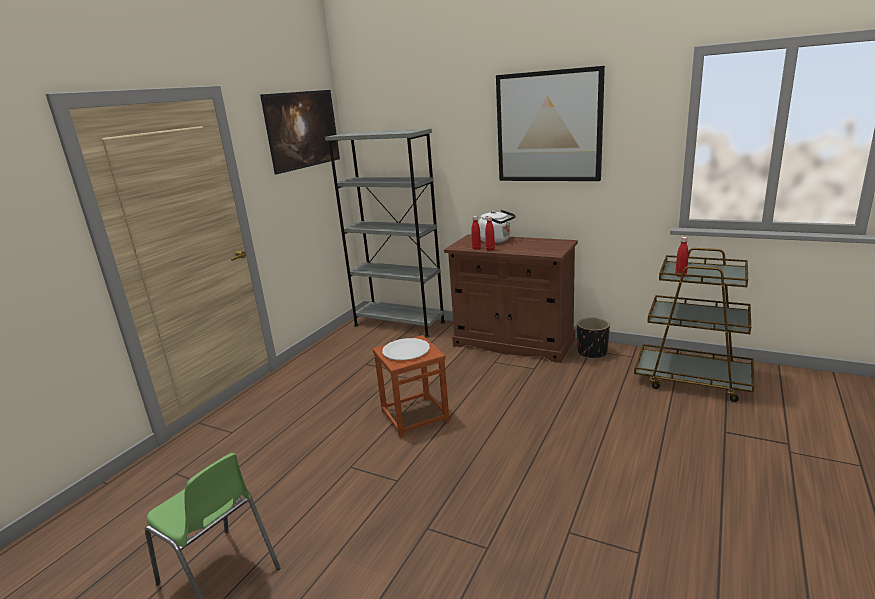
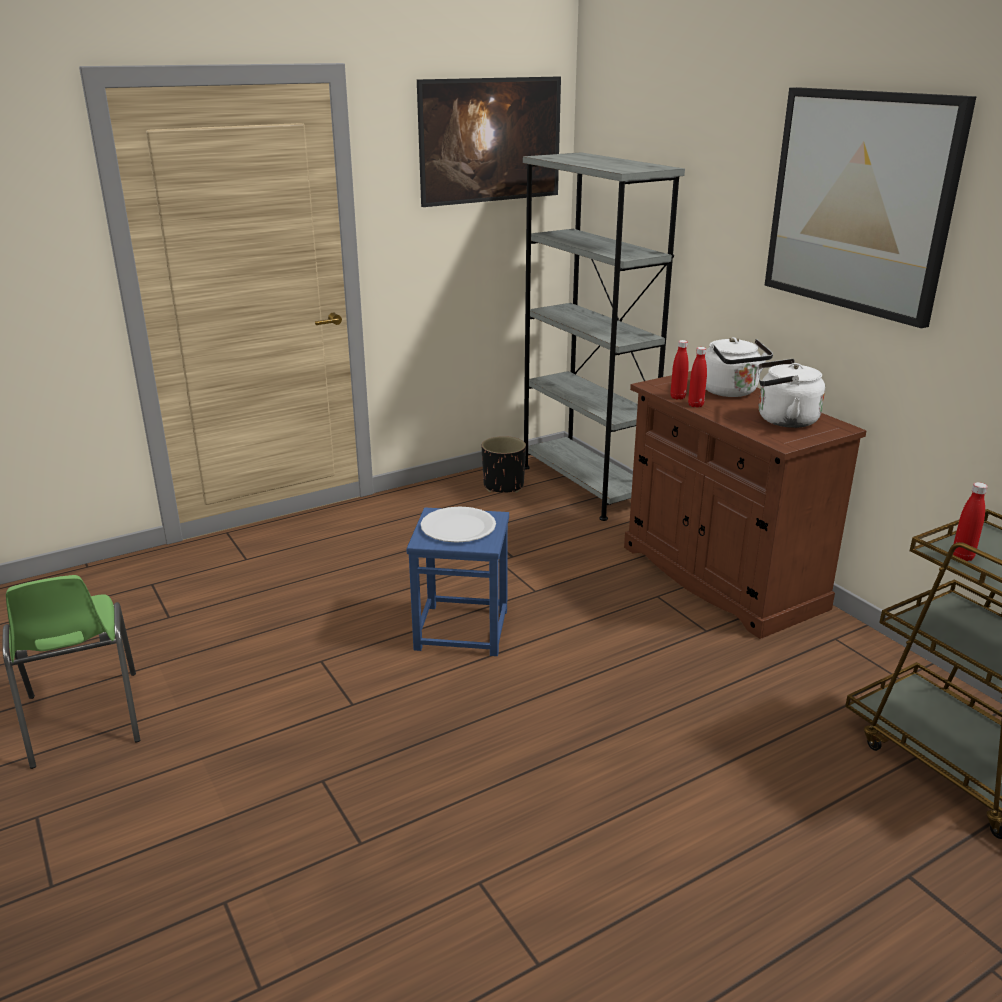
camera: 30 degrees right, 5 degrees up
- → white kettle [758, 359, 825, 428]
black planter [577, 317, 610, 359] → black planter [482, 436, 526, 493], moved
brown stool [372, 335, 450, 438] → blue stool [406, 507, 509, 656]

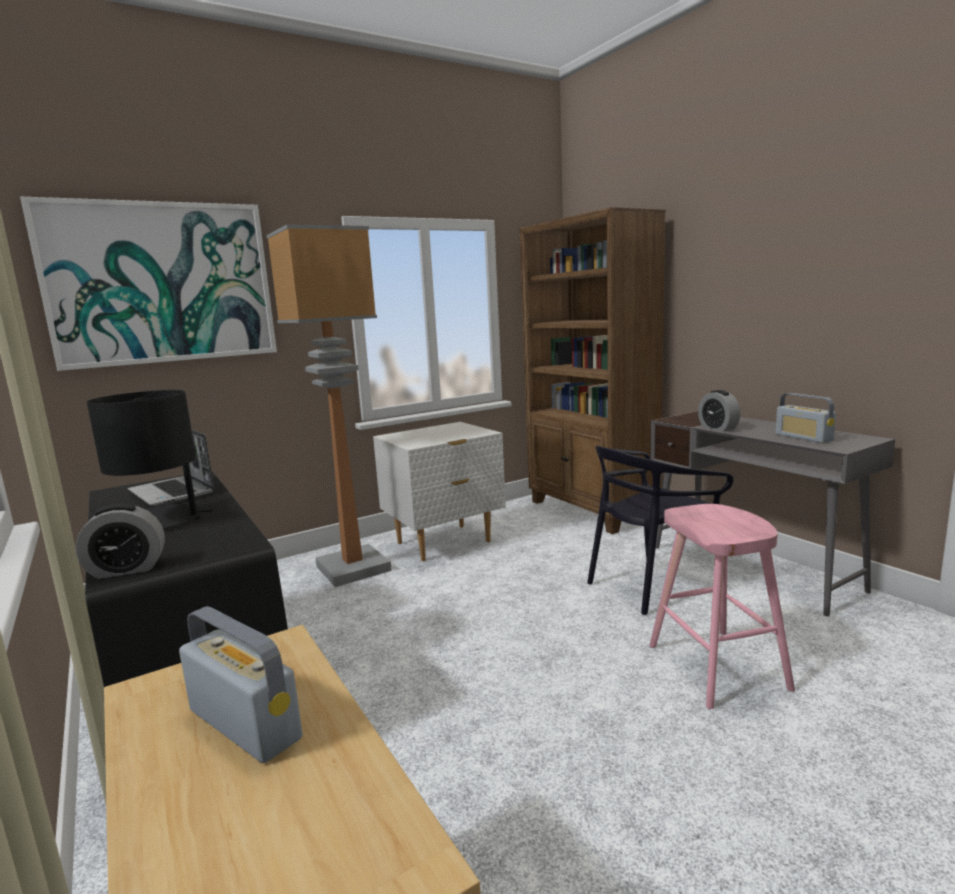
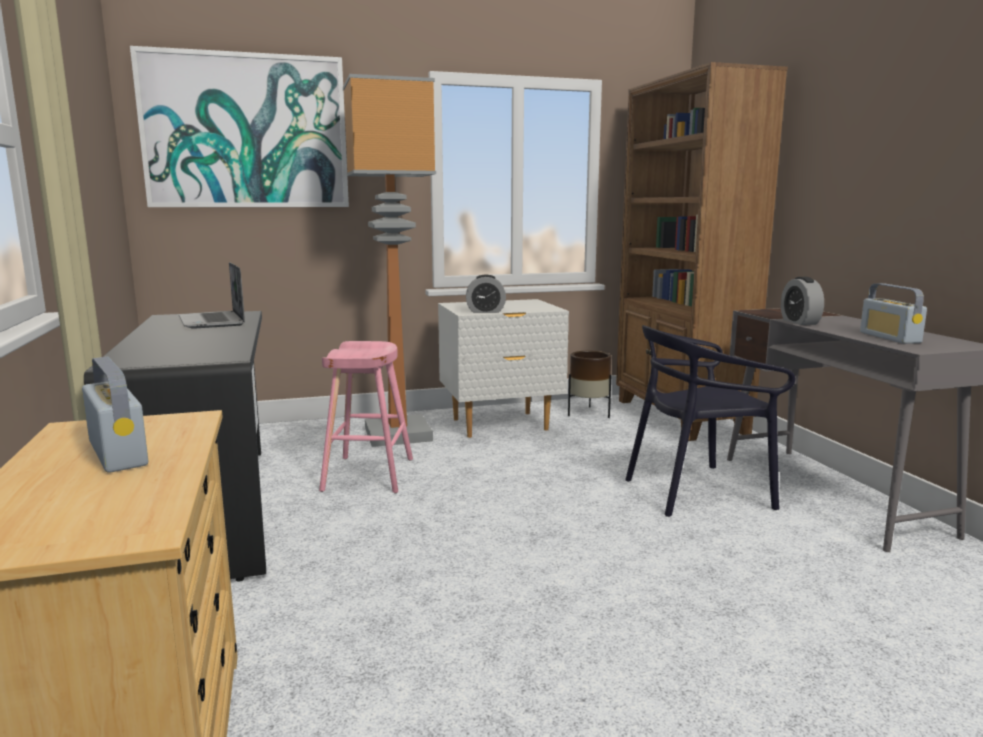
camera: 15 degrees right, 0 degrees up
black table lamp [87, 390, 213, 529] → -
- → brown planter [568, 351, 612, 418]
alarm clock [75, 504, 165, 579] → alarm clock [466, 274, 506, 313], moved
pink stool [649, 504, 795, 709] → pink stool [319, 341, 413, 493], moved

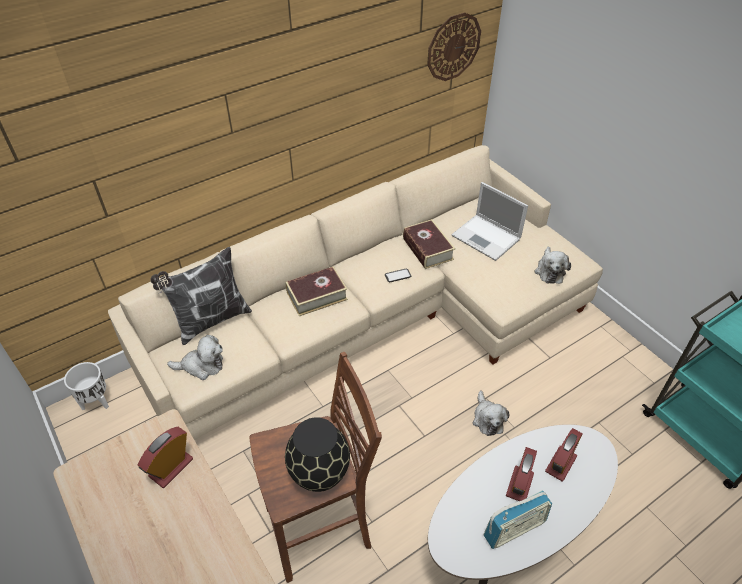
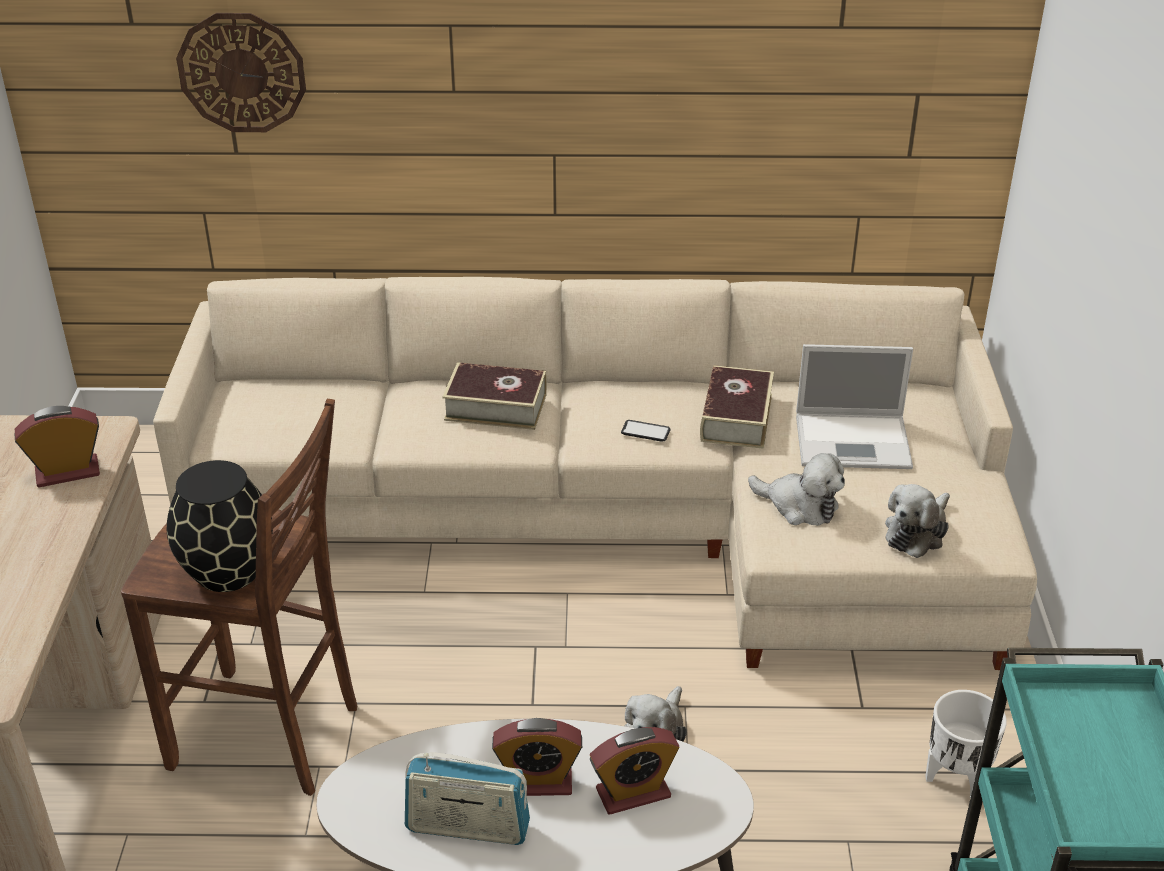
camera: 35 degrees right, 10 degrees down
pillow [150, 247, 252, 345] → -
white planter [64, 362, 109, 410] → white planter [925, 690, 1007, 798], moved
plush toy [167, 335, 223, 380] → plush toy [748, 453, 845, 526], moved
wall clock [427, 12, 481, 81] → wall clock [176, 13, 306, 132], moved
laptop [451, 182, 528, 261] → laptop [796, 344, 913, 469], 75 degrees counterclockwise
alarm clock [506, 447, 537, 501] → alarm clock [492, 718, 582, 796], 150 degrees counterclockwise

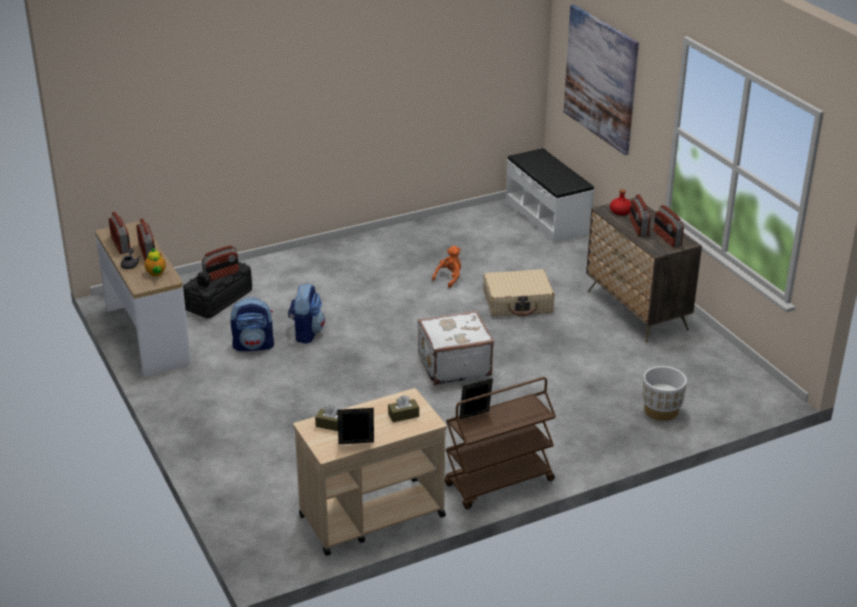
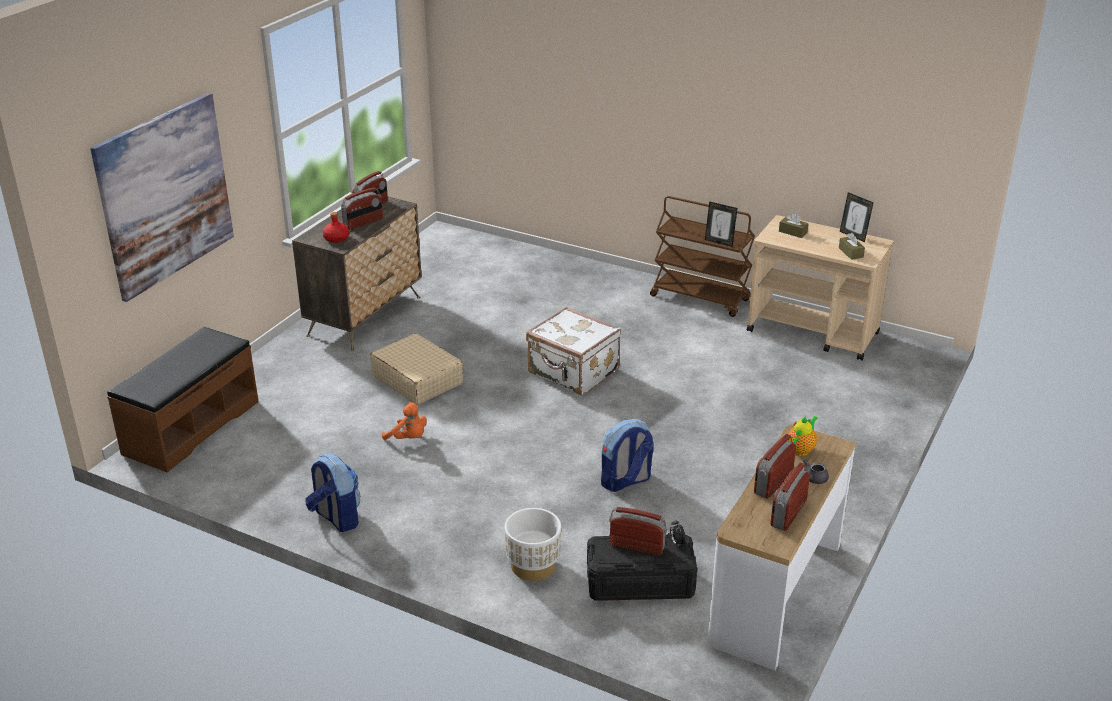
camera: 125 degrees left, 0 degrees up
backpack [231, 297, 274, 351] → backpack [305, 453, 360, 532], moved
white planter [642, 366, 687, 421] → white planter [505, 508, 561, 581], moved
white bench [506, 148, 594, 243] → brown bench [107, 327, 259, 472]
orange plush toy [432, 246, 461, 288] → orange plush toy [382, 402, 427, 440], 150 degrees counterclockwise

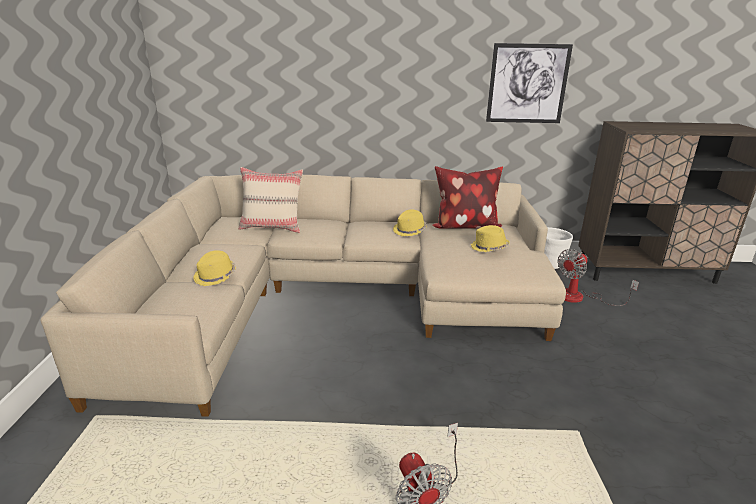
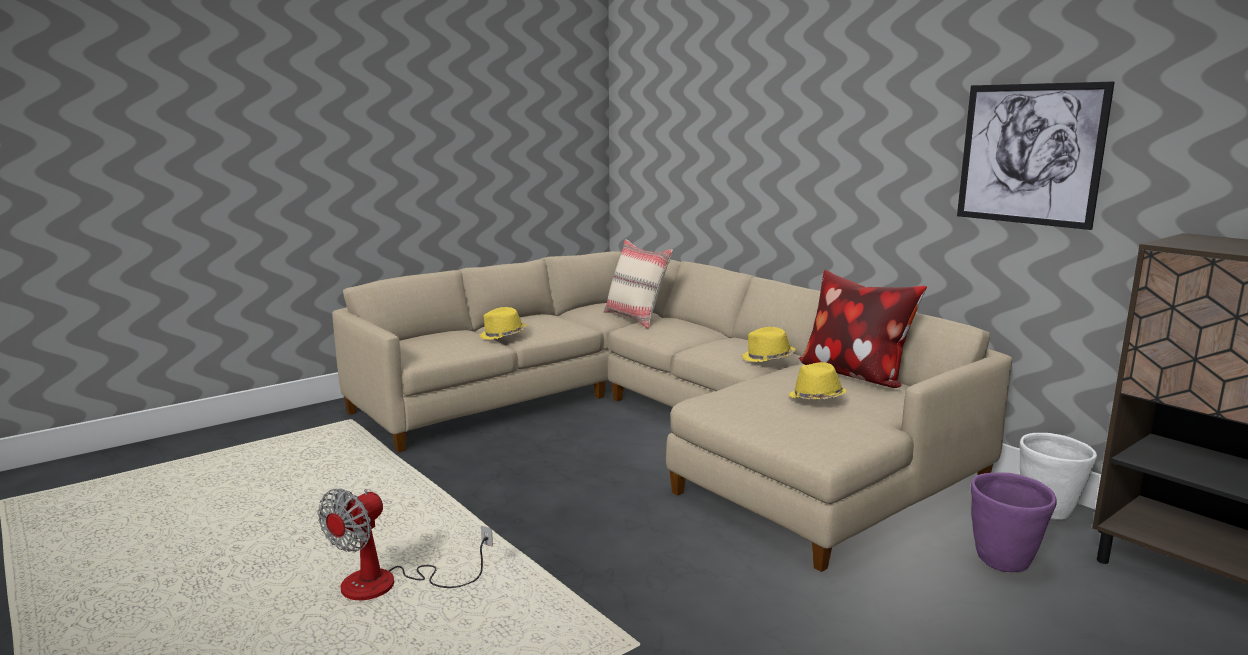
camera: 50 degrees right, 10 degrees down
fan [557, 249, 639, 306] → purple planter [971, 472, 1057, 572]

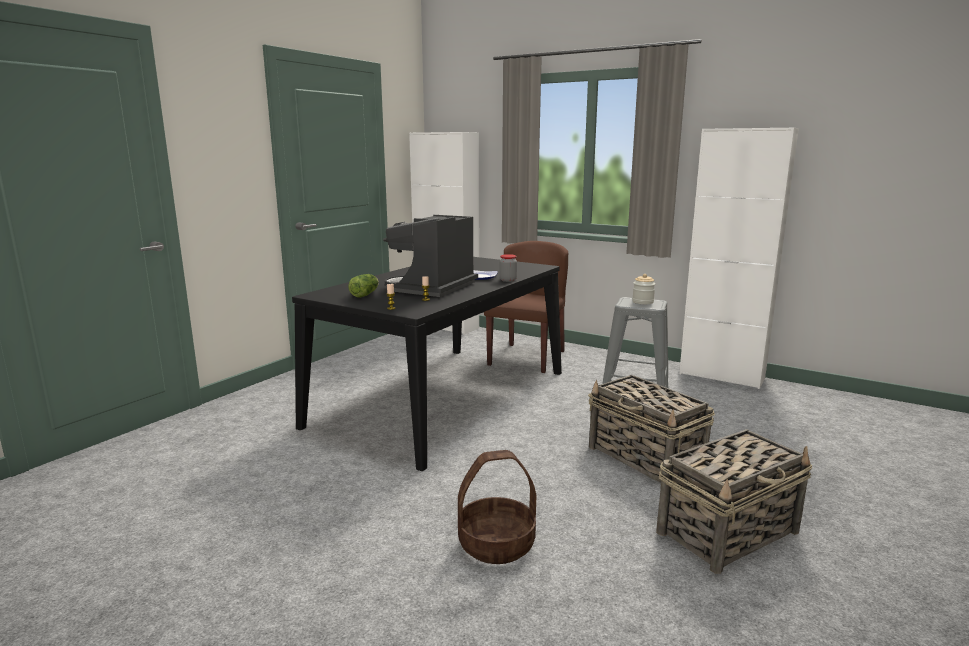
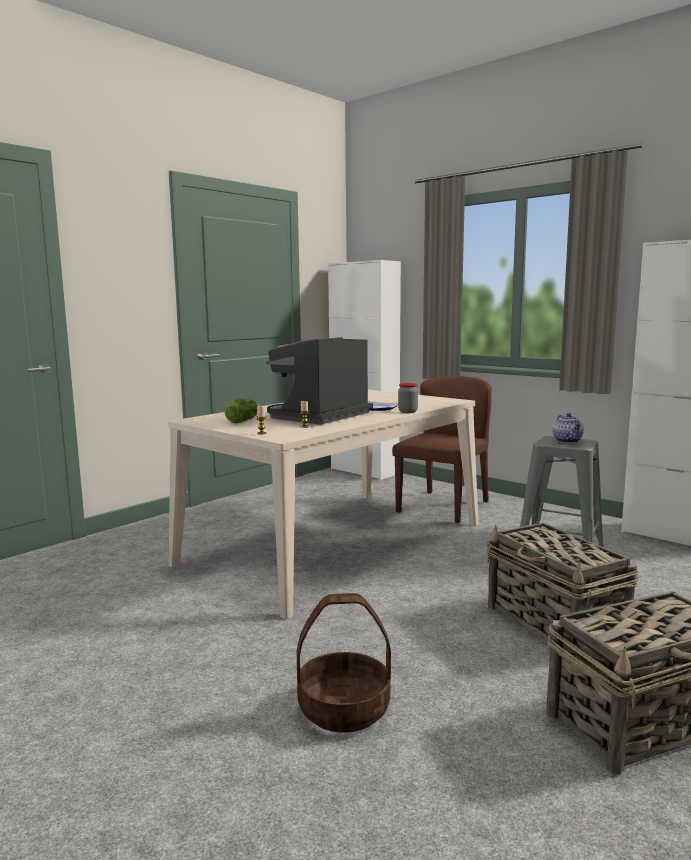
camera: 10 degrees right, 5 degrees down
jar [632, 274, 655, 304] → teapot [553, 413, 584, 443]
black dining table [292, 257, 562, 471] → beige dining table [168, 390, 478, 619]

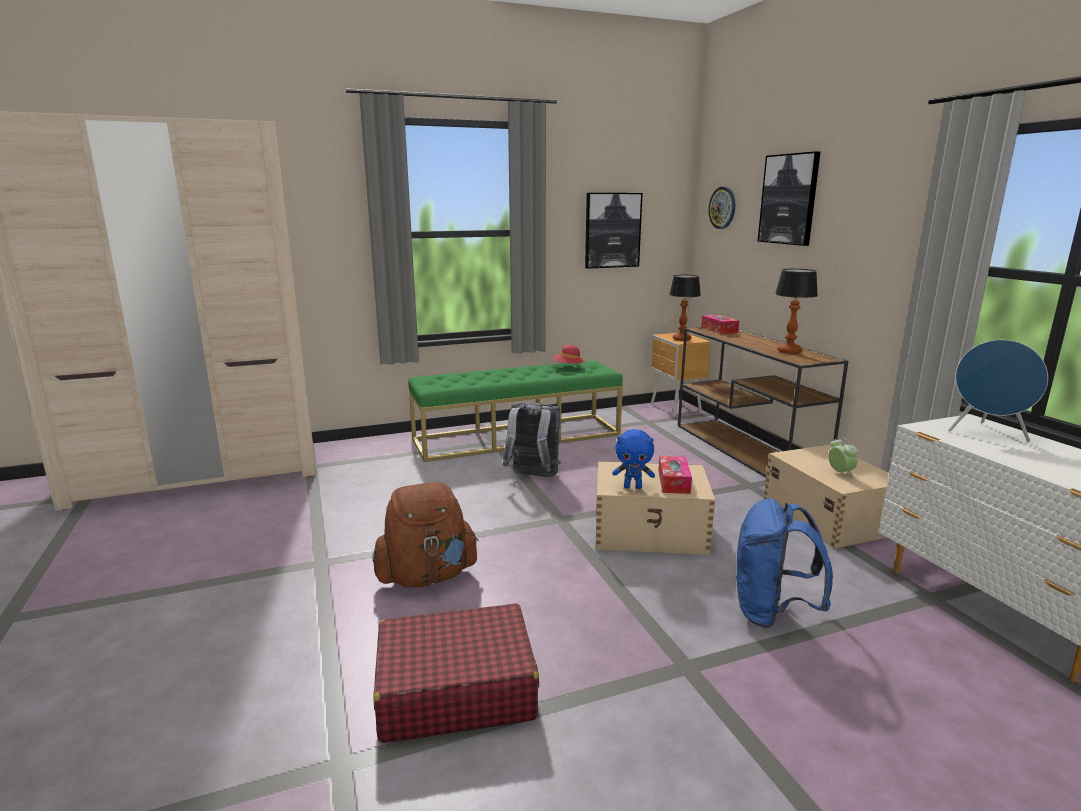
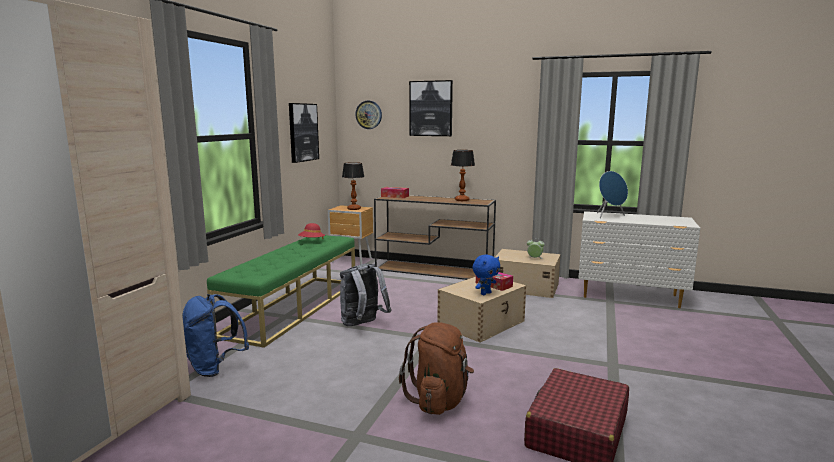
camera: 50 degrees left, 5 degrees down
blue backpack [736, 499, 833, 628] → blue backpack [182, 294, 249, 377], moved

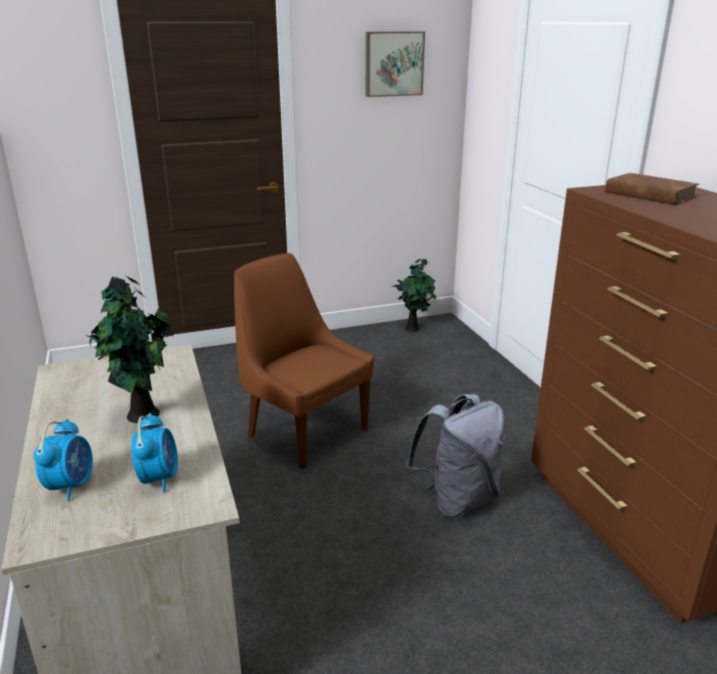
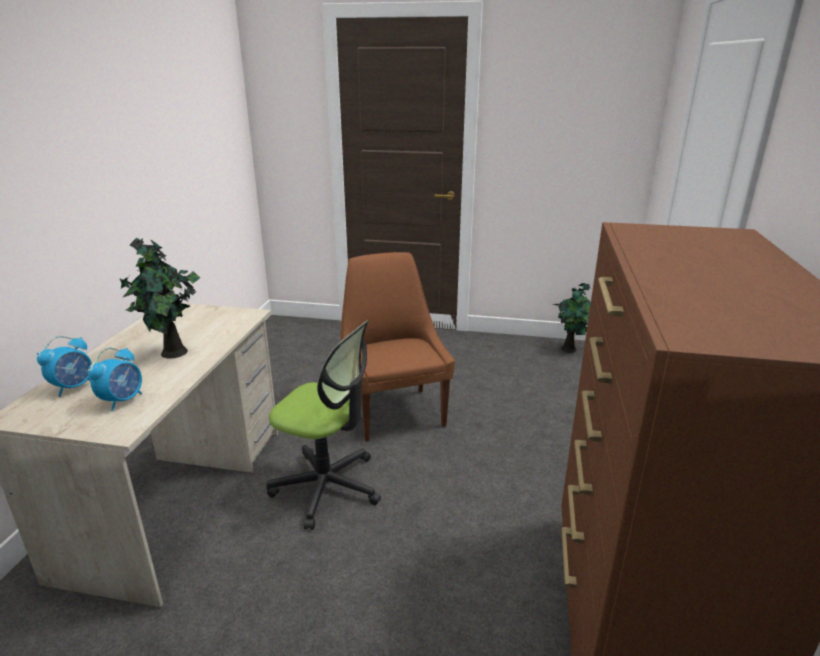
camera: 30 degrees right, 0 degrees up
picture [366, 32, 425, 97] → -
grey backpack [406, 394, 505, 518] → -
brown book [605, 173, 699, 206] → -
- → office chair [266, 320, 381, 530]

